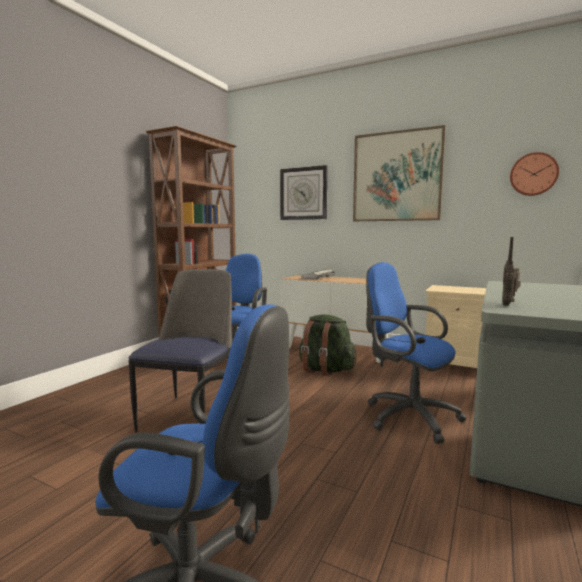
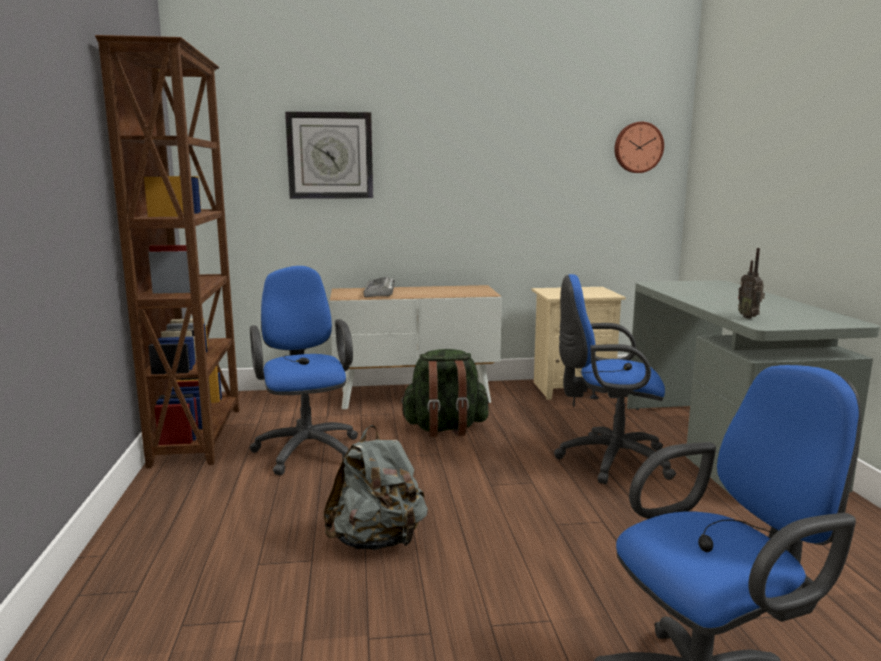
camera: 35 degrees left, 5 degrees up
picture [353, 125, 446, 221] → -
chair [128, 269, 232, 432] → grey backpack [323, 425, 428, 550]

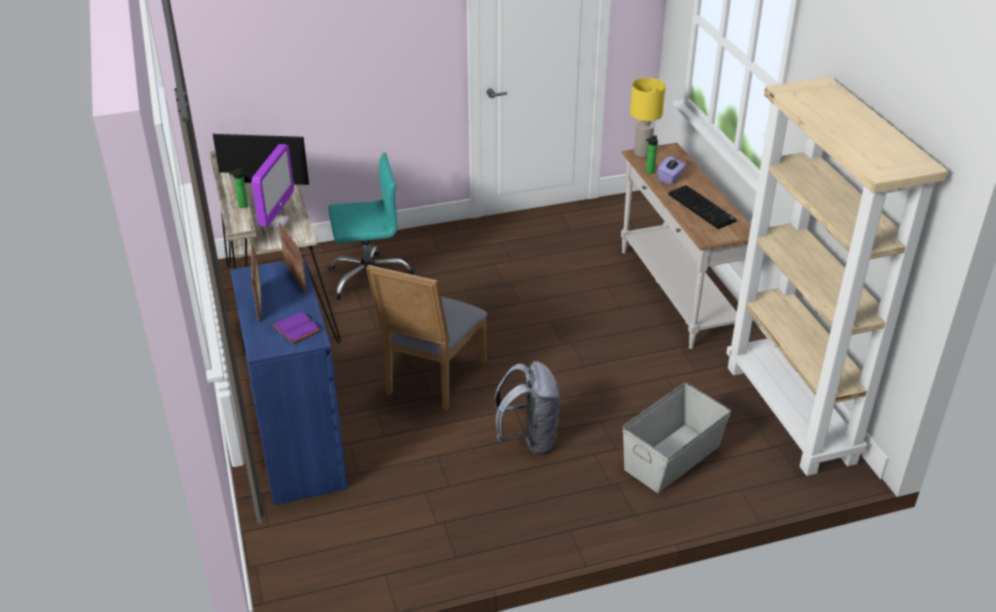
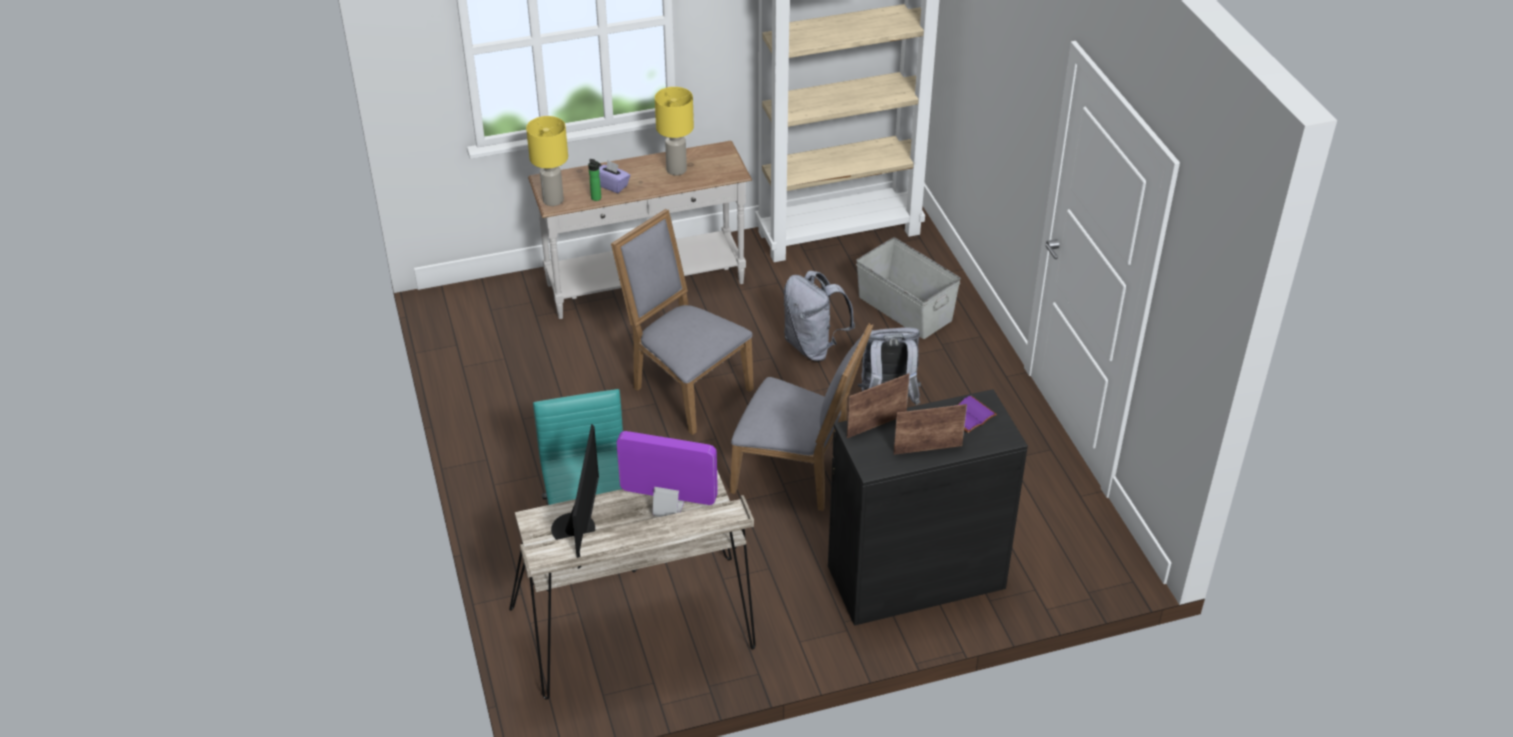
camera: 90 degrees left, 5 degrees up
bottle [228, 168, 248, 208] → -
- → grey chair [611, 209, 754, 435]
- → grey backpack [784, 270, 855, 361]
keyboard [668, 185, 736, 229] → yellow table lamp [655, 87, 694, 175]
blue cabinet [230, 257, 348, 505] → black cabinet [828, 389, 1028, 626]

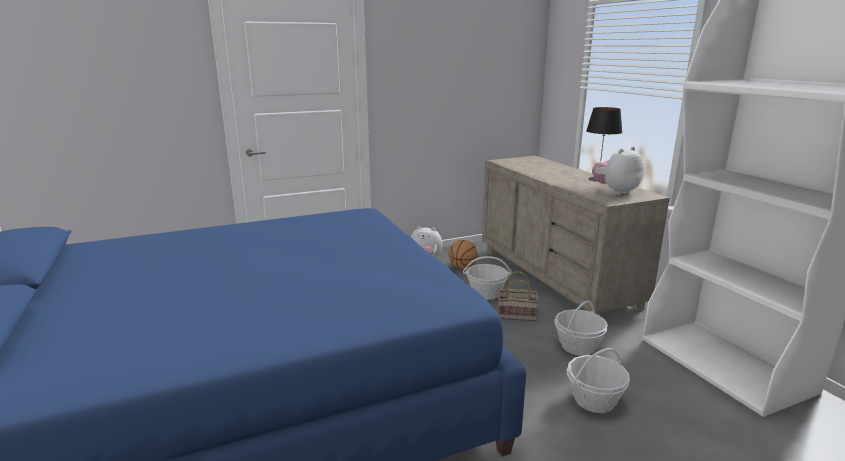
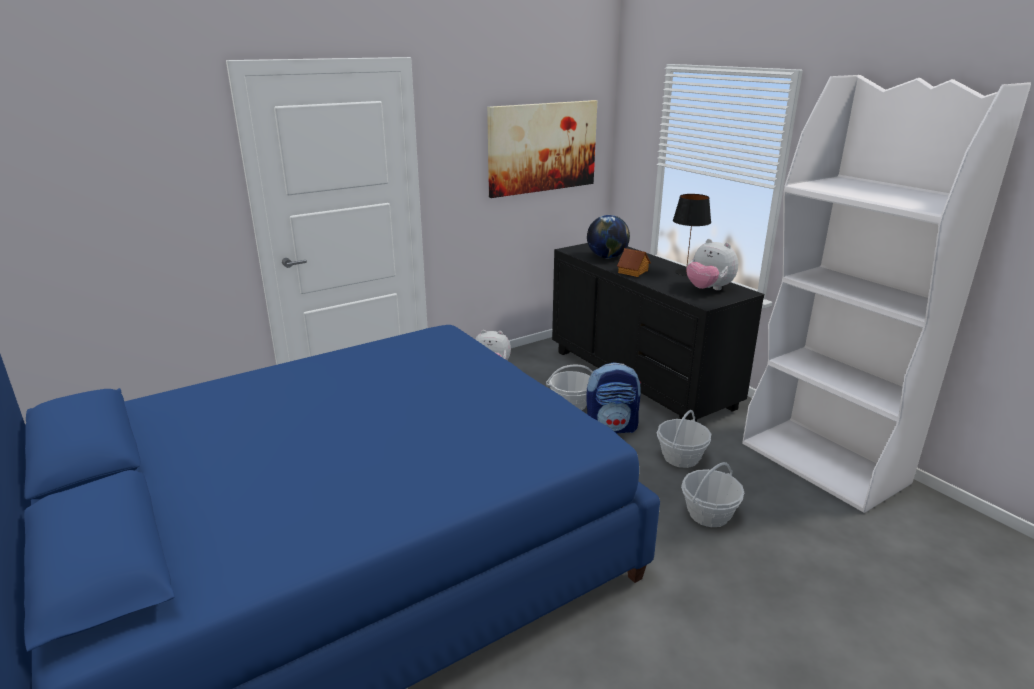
camera: 10 degrees left, 5 degrees up
basketball [448, 240, 478, 269] → -
- → picture [487, 100, 597, 198]
- → globe [587, 215, 630, 258]
- → toy house [617, 248, 651, 277]
basket [498, 271, 539, 321] → backpack [586, 362, 641, 433]
beige dresser [482, 156, 670, 316] → black dresser [552, 243, 764, 422]
plush toy [592, 146, 644, 195] → plush toy [686, 239, 739, 290], 90 degrees counterclockwise

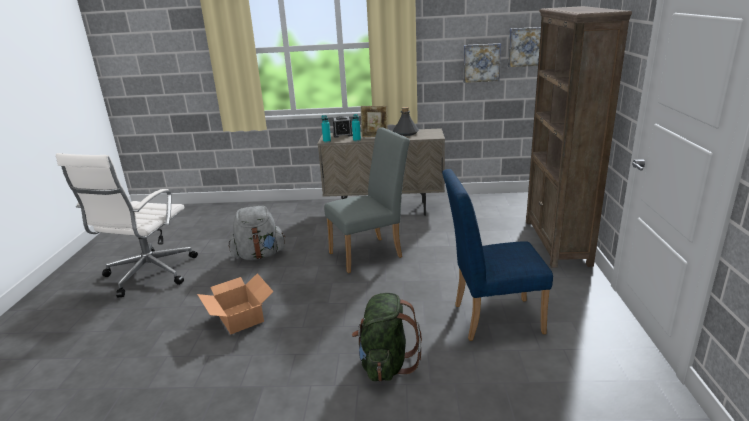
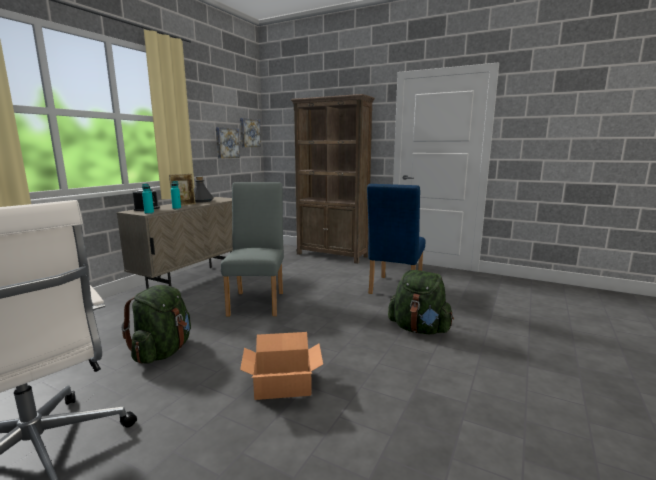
camera: 65 degrees left, 10 degrees down
grey backpack [229, 206, 285, 260] → green backpack [122, 285, 191, 364]

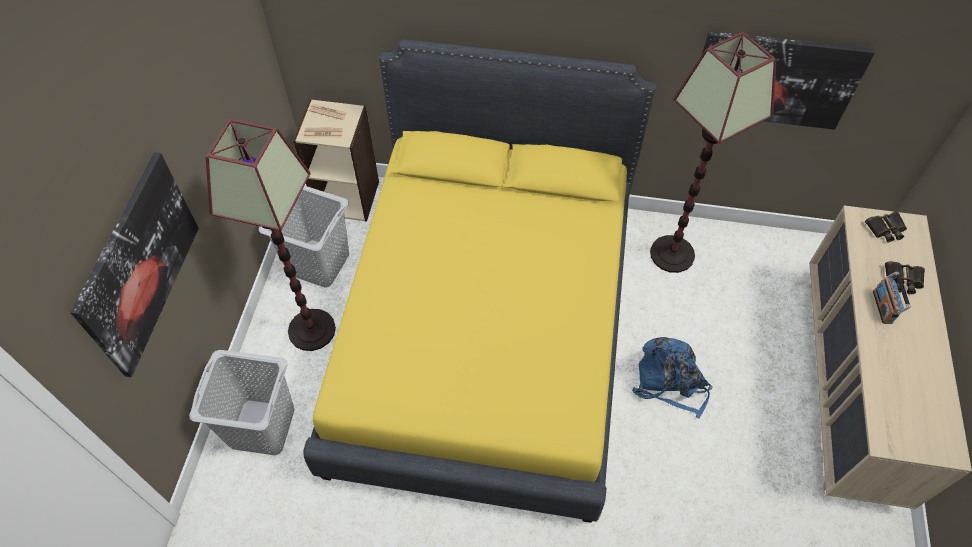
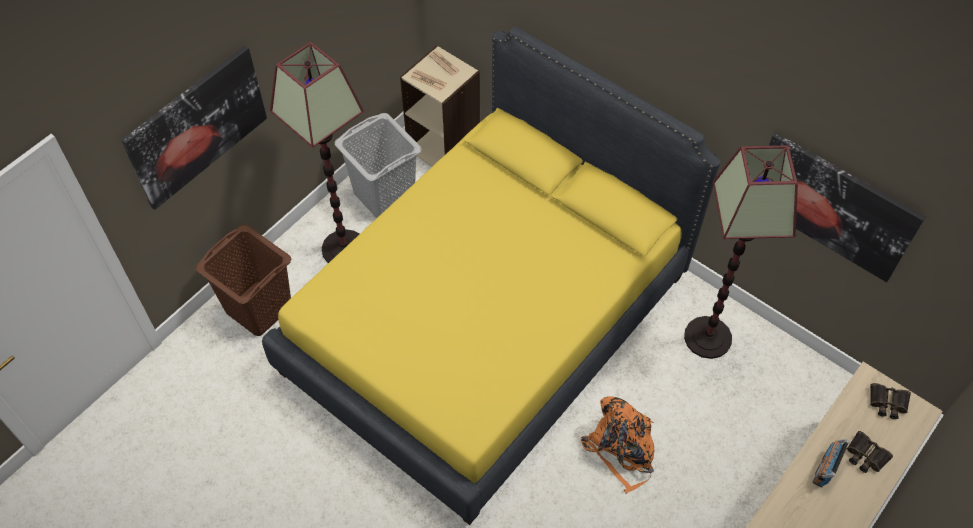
camera: 30 degrees right, 0 degrees up
grey laundry basket [189, 350, 295, 455] → brown laundry basket [195, 225, 291, 336]
blue backpack [632, 337, 712, 419] → orange backpack [581, 396, 654, 494]

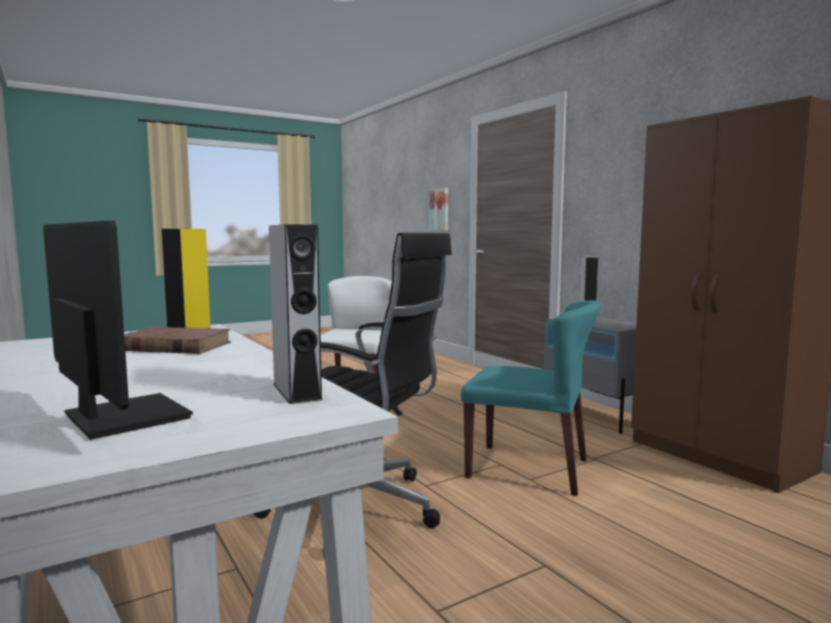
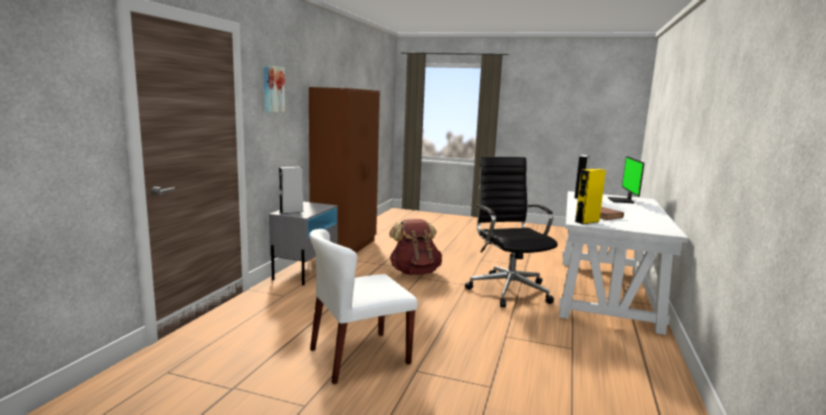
camera: 130 degrees left, 5 degrees up
picture [429, 188, 448, 230] → picture [263, 65, 285, 112], moved
turquoise chair [461, 300, 601, 496] → brown backpack [389, 219, 442, 275]

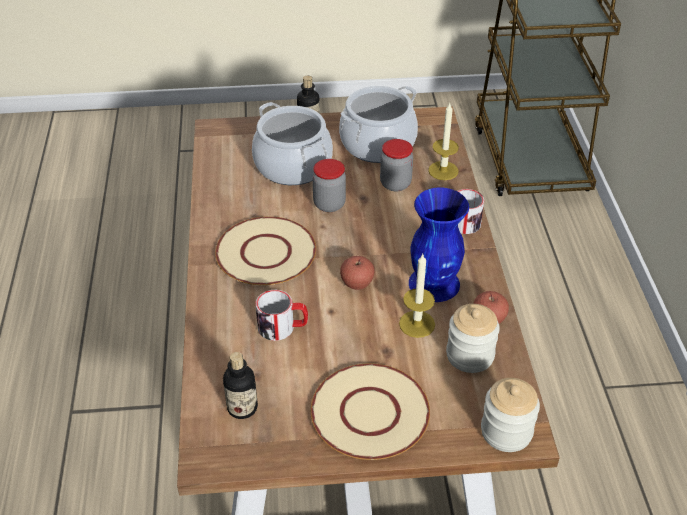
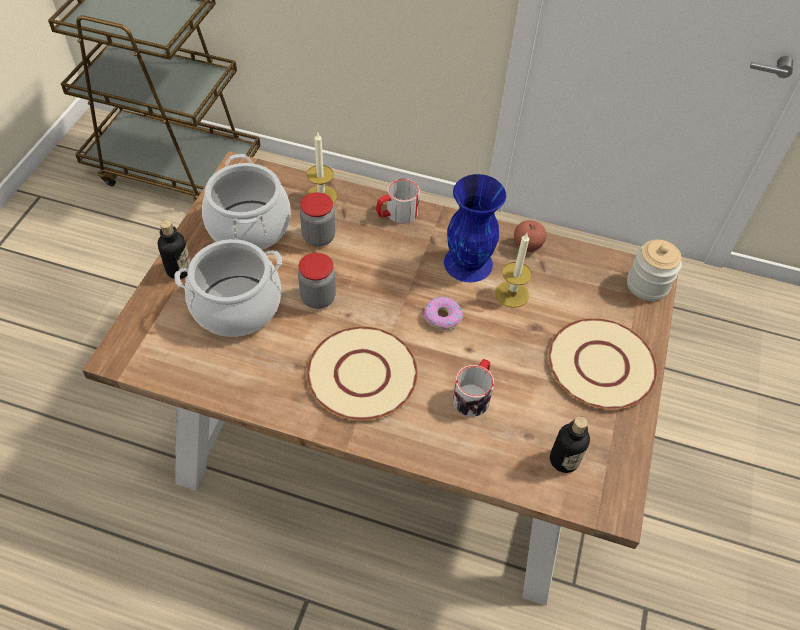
camera: 70 degrees left, 10 degrees up
jar [446, 304, 500, 373] → -
apple [340, 256, 375, 290] → donut [424, 296, 463, 330]

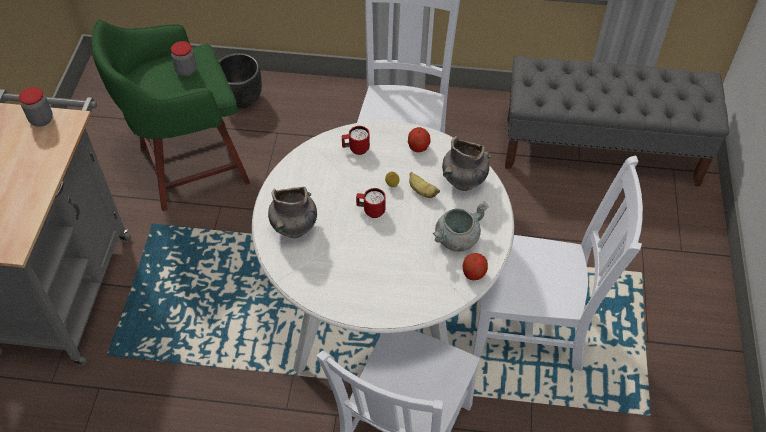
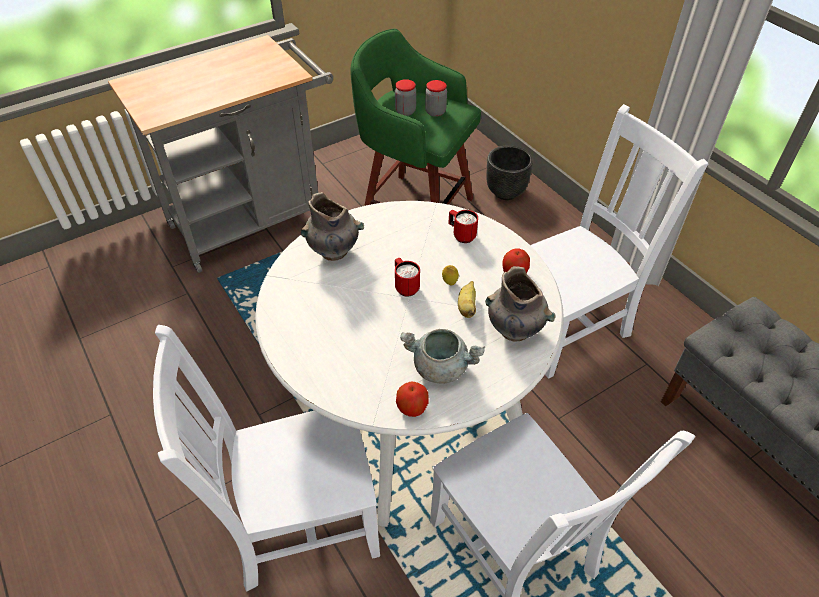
camera: 50 degrees right, 5 degrees down
jar [19, 87, 53, 127] → jar [395, 79, 416, 116], moved

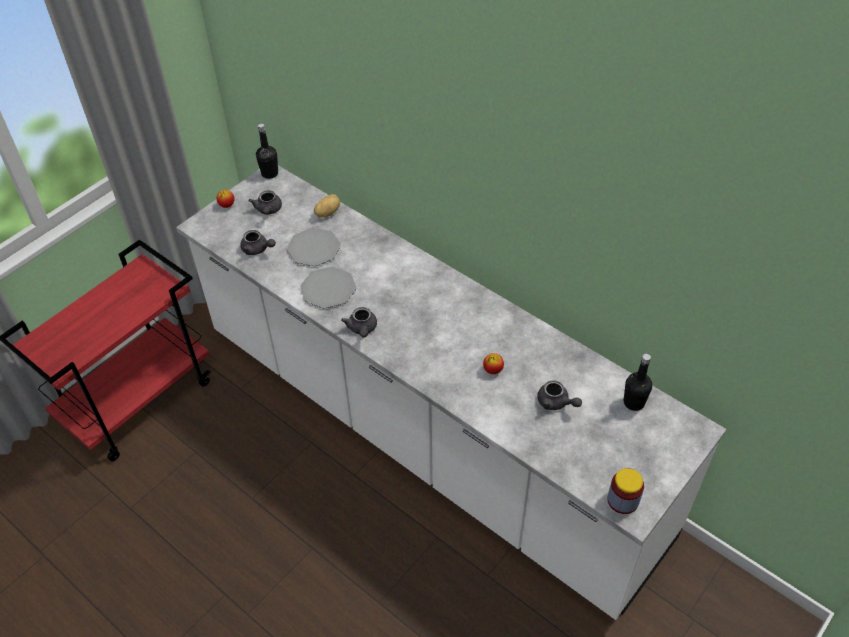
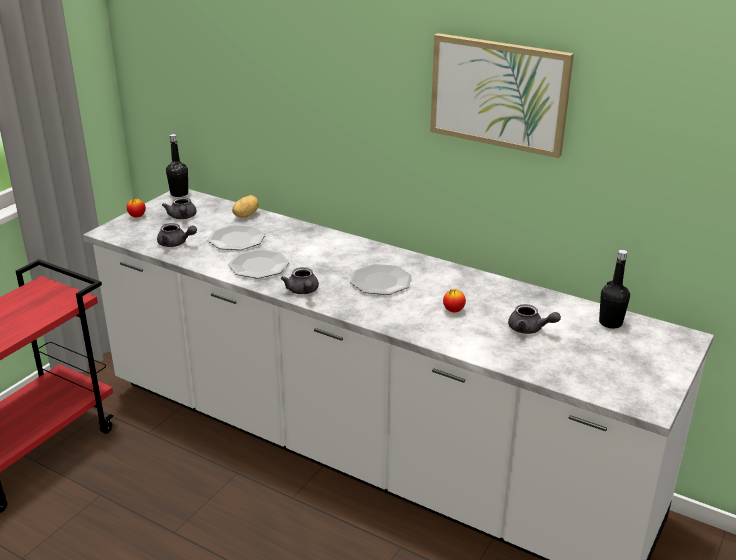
camera: 10 degrees left, 20 degrees down
jar [607, 468, 644, 514] → -
- → plate [350, 264, 412, 295]
- → picture [430, 33, 574, 158]

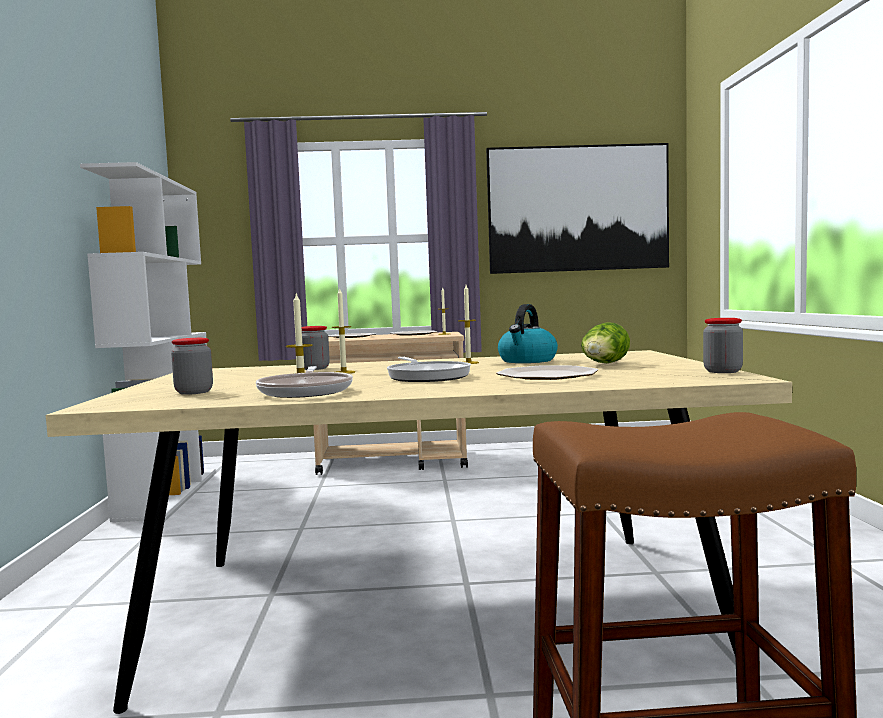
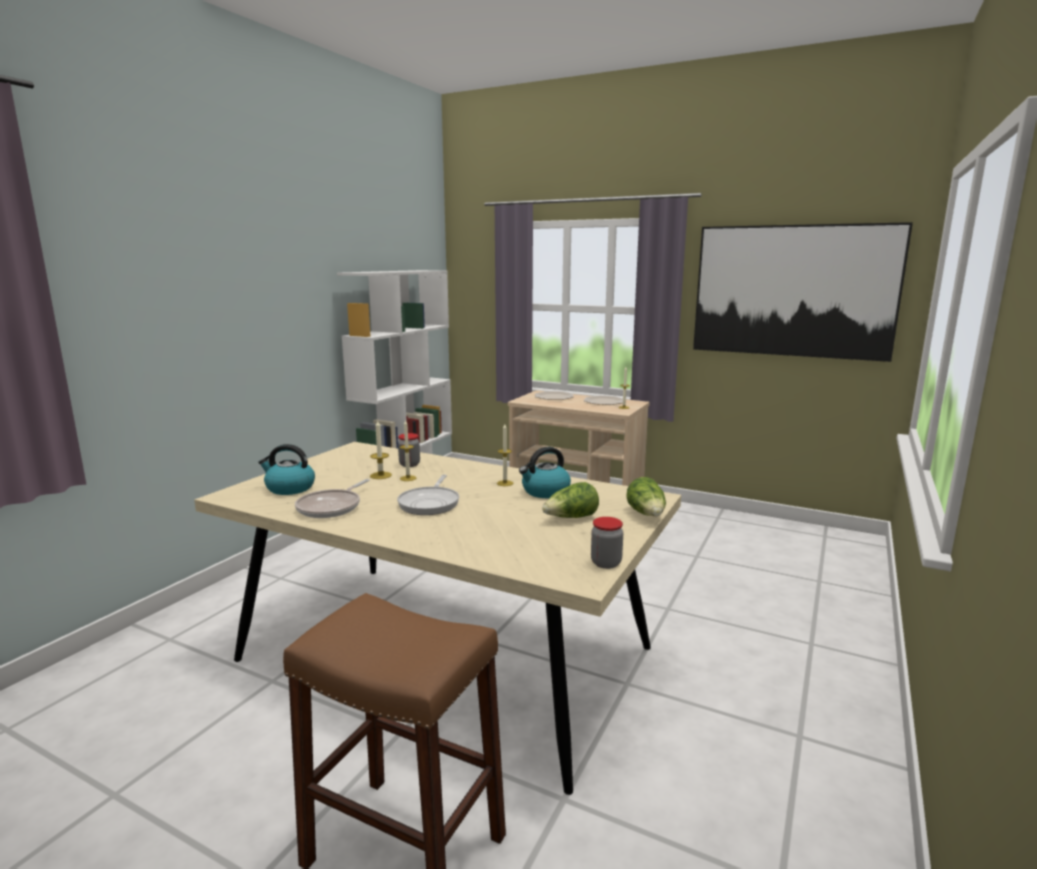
camera: 30 degrees right, 10 degrees up
plate [496, 366, 598, 380] → -
- → lettuce [626, 477, 666, 516]
jar [171, 338, 213, 395] → kettle [258, 444, 315, 495]

